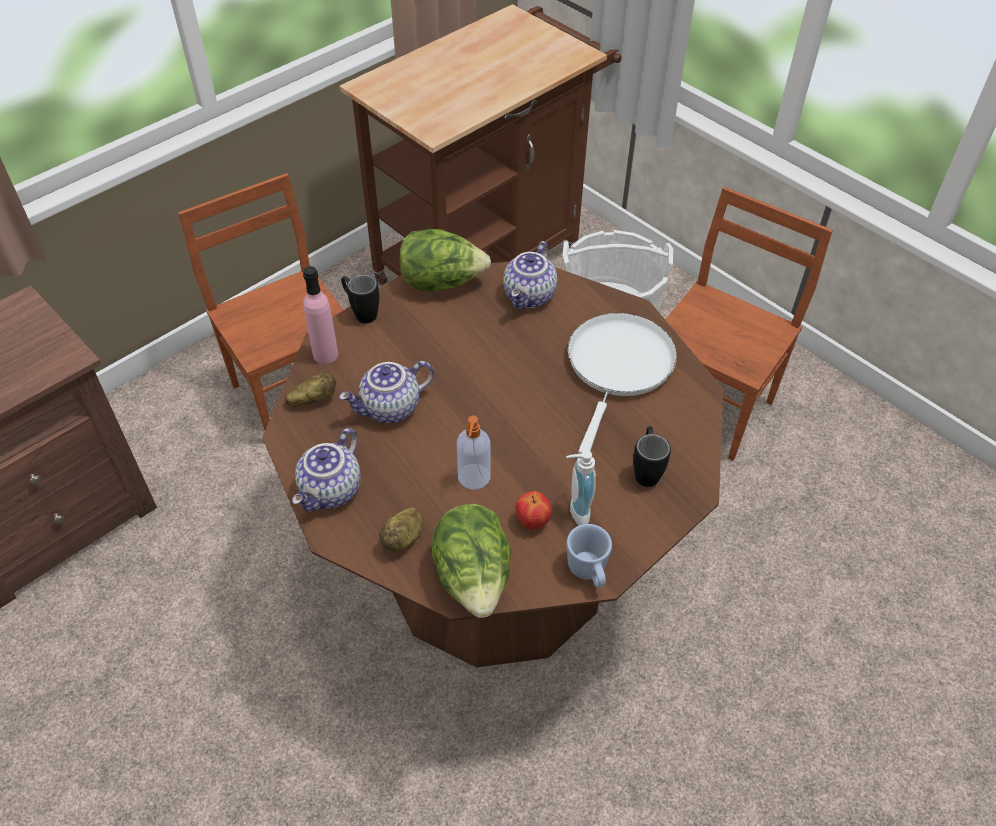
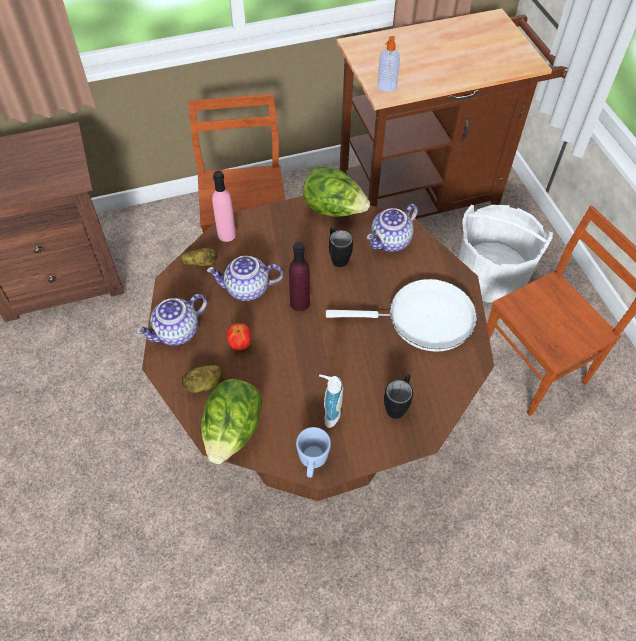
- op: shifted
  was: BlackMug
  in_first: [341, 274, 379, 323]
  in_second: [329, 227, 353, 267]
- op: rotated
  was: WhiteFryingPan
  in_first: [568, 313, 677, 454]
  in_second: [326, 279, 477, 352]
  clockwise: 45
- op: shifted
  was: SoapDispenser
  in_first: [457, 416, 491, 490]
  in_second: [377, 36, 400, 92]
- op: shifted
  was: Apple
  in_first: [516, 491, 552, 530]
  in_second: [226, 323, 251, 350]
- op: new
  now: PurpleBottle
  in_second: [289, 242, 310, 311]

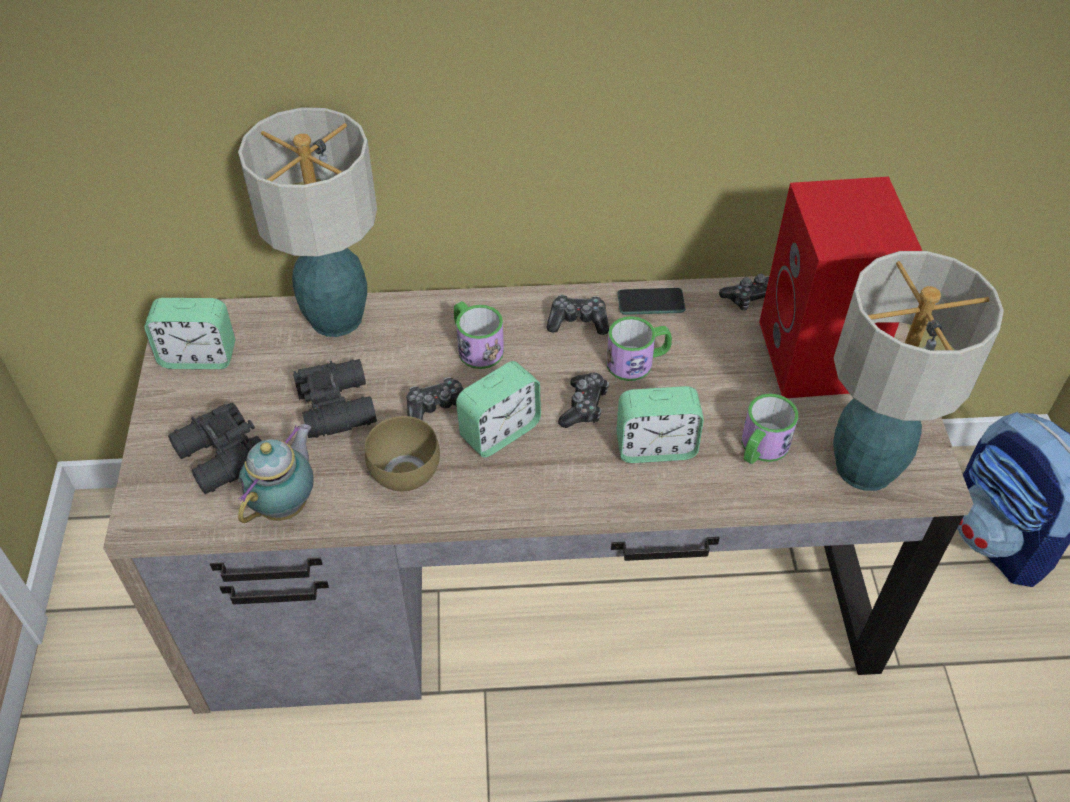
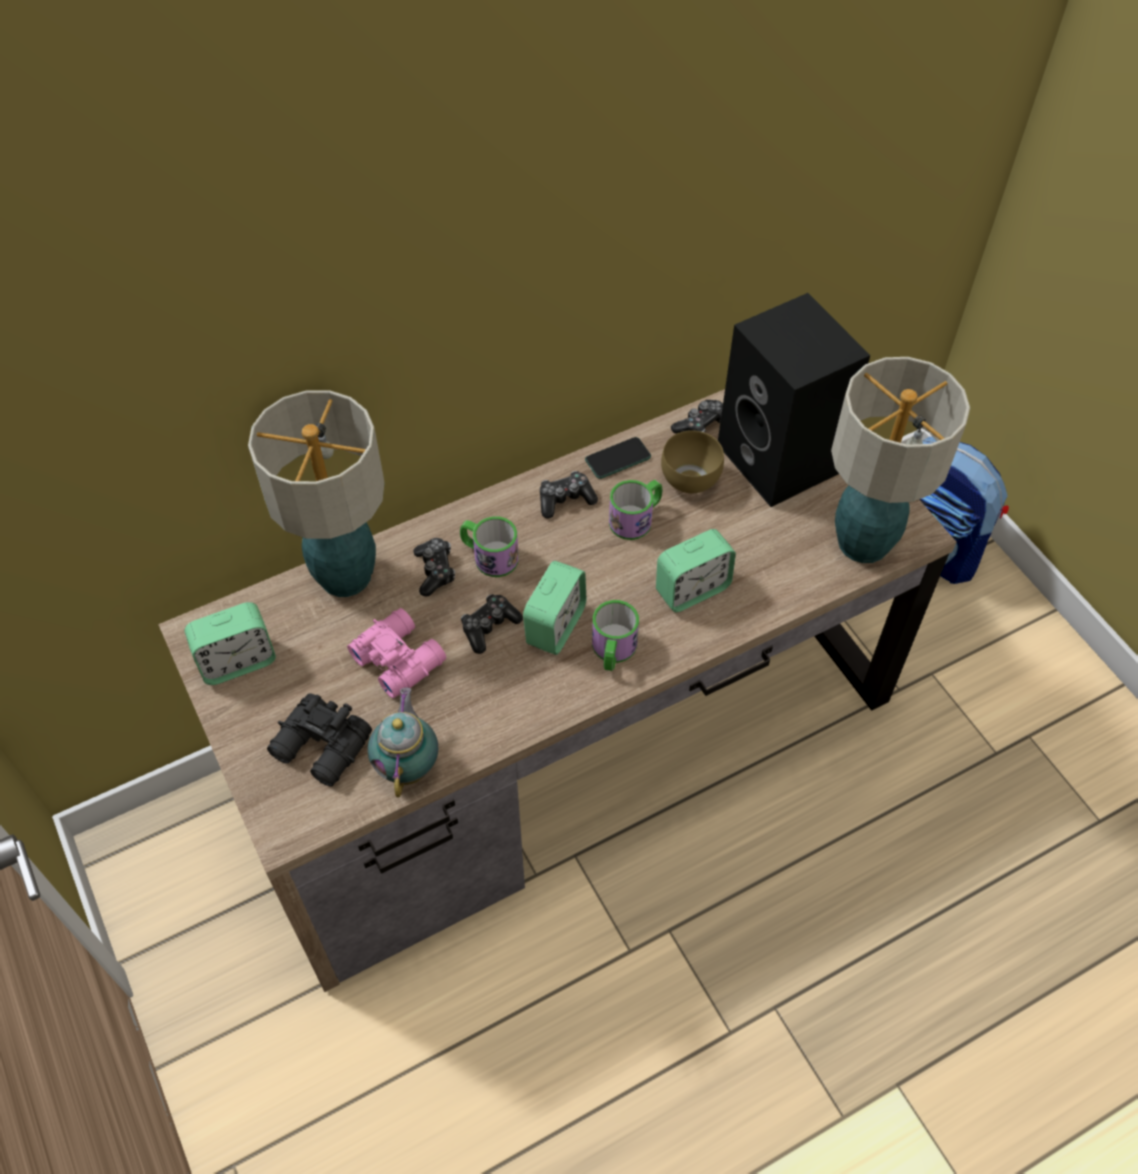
- op: repainted
  was: RedSpeaker
  now: BlackSpeaker
  in_first: [759, 177, 922, 398]
  in_second: [718, 293, 870, 507]
- op: repainted
  was: BlackBinoculars
  now: PinkBinoculars
  in_first: [293, 359, 377, 438]
  in_second: [347, 608, 446, 698]
- op: shifted
  was: GameController
  in_first: [558, 373, 609, 428]
  in_second: [413, 538, 455, 596]
- op: shifted
  was: Mug
  in_first: [742, 393, 798, 464]
  in_second: [592, 600, 639, 671]
- op: shifted
  was: BrownBowl
  in_first: [365, 416, 440, 491]
  in_second: [661, 430, 724, 493]

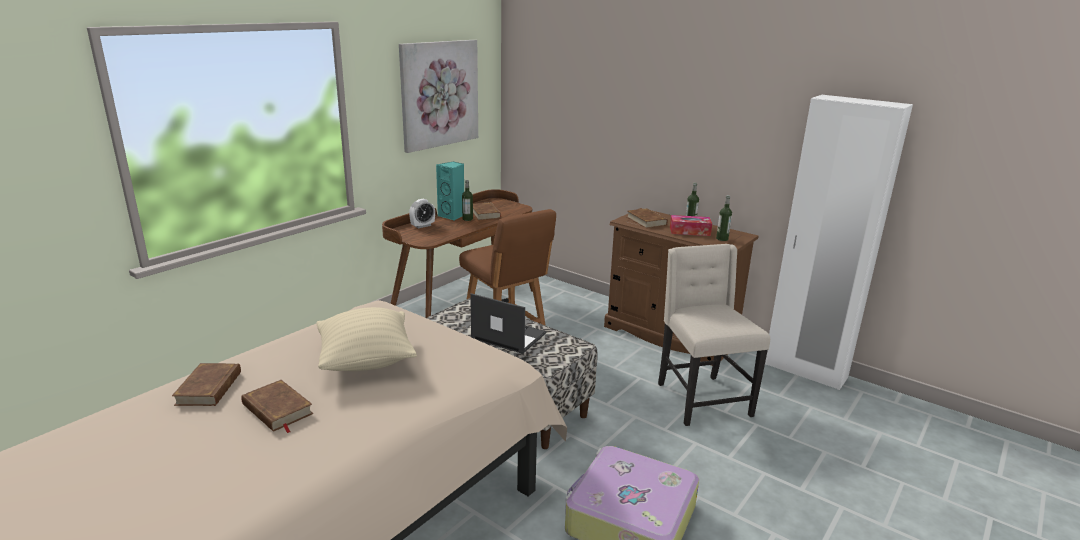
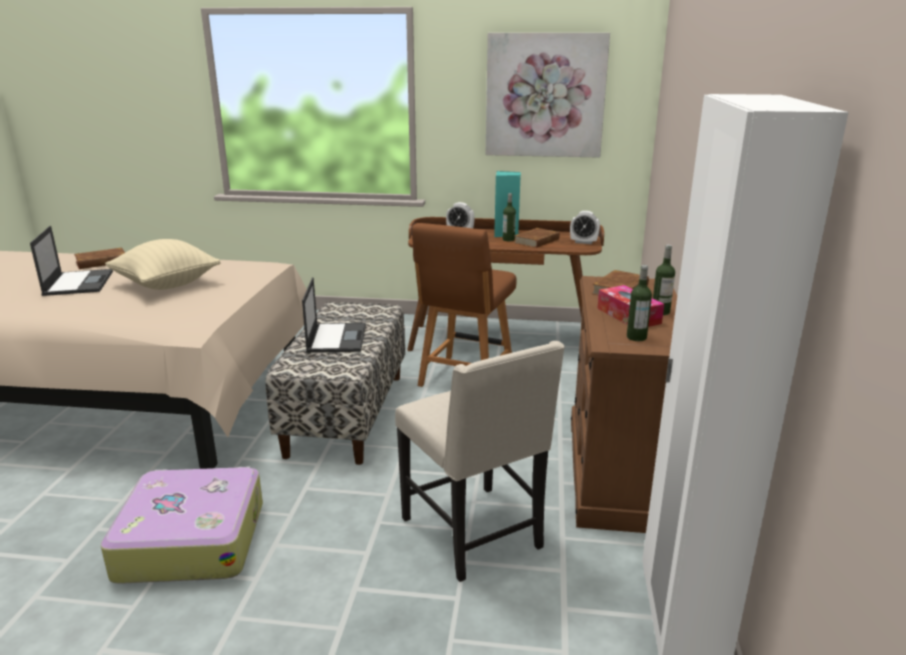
- op: rotated
  was: BeigeChair
  in_first: [658, 244, 770, 426]
  in_second: [395, 341, 565, 582]
  clockwise: 105
- op: swapped
  was: BrownBook
  now: Laptop
  in_first: [241, 380, 313, 433]
  in_second: [30, 226, 113, 296]
- op: new
  now: AlarmClock
  in_second: [570, 211, 600, 244]

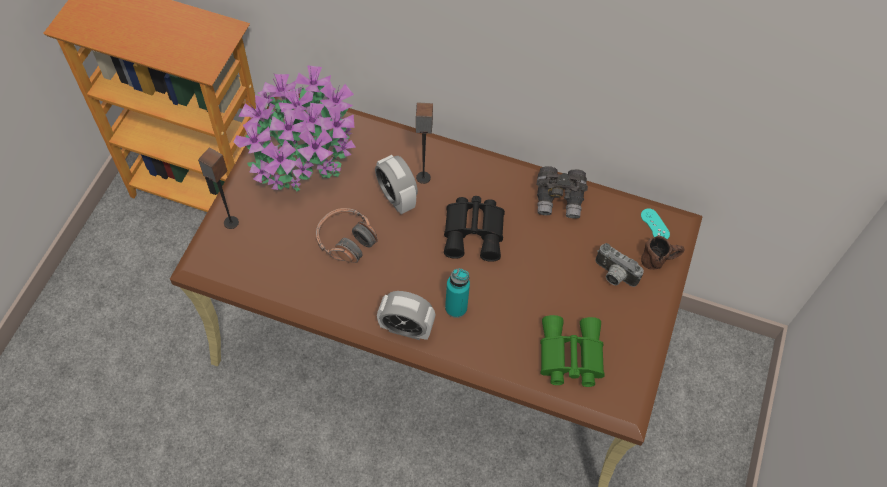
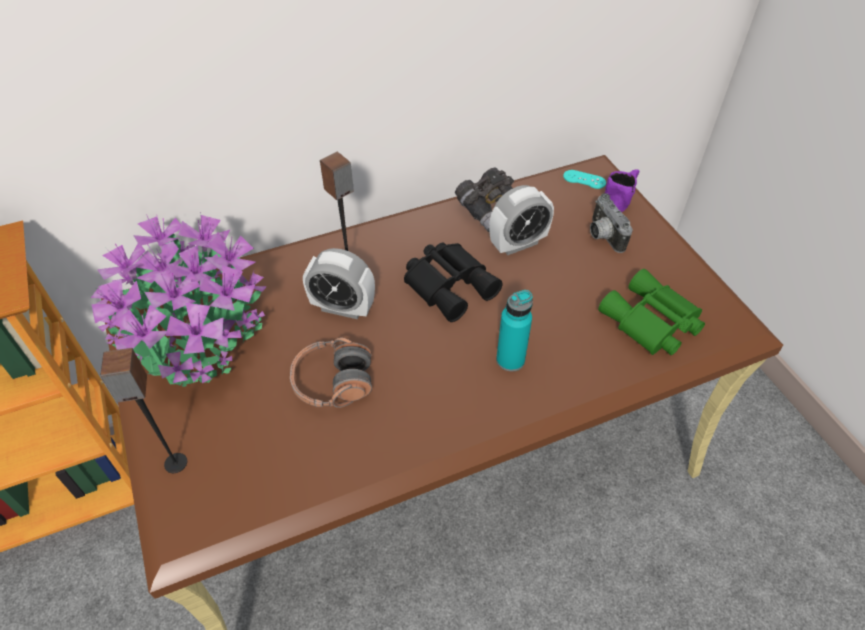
- op: repainted
  was: BrownMug
  now: PurpleMug
  in_first: [641, 236, 684, 270]
  in_second: [605, 169, 639, 212]
- op: rotated
  was: PhotoCamera
  in_first: [596, 243, 644, 287]
  in_second: [590, 193, 633, 253]
  clockwise: 75
- op: shifted
  was: AlarmClock
  in_first: [377, 291, 435, 340]
  in_second: [489, 185, 554, 255]

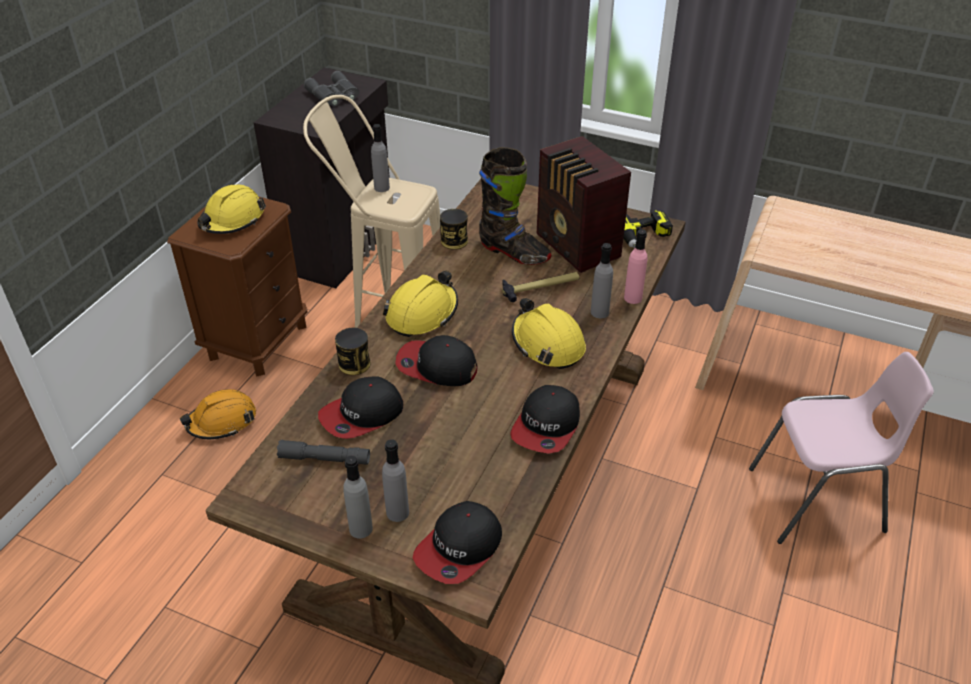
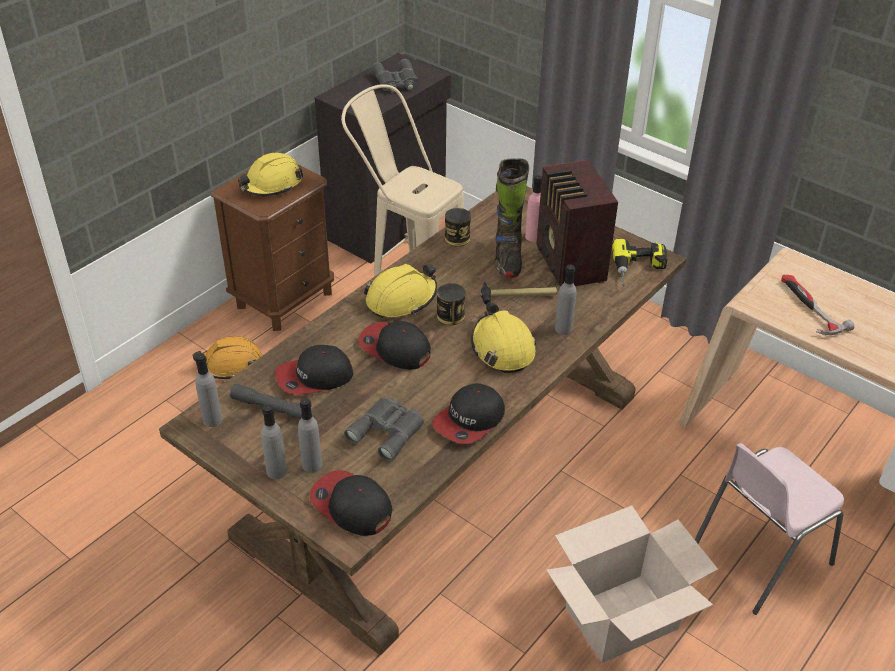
- op: shifted
  was: GreyBottle
  in_first: [371, 124, 390, 192]
  in_second: [195, 354, 222, 427]
- op: rotated
  was: BlackBoot
  in_first: [479, 147, 552, 265]
  in_second: [495, 158, 529, 278]
  clockwise: 45
- op: shifted
  was: PinkBottle
  in_first: [624, 229, 647, 304]
  in_second: [525, 175, 542, 242]
- op: shifted
  was: Can
  in_first: [335, 328, 371, 375]
  in_second: [437, 283, 466, 325]
- op: rotated
  was: PinkChair
  in_first: [749, 352, 934, 544]
  in_second: [695, 443, 844, 615]
  clockwise: 135
- op: rotated
  was: Cap
  in_first: [413, 501, 502, 584]
  in_second: [310, 470, 392, 536]
  clockwise: 75
- op: new
  now: Hammer
  in_second: [781, 275, 854, 335]
- op: new
  now: GreyBinoculars
  in_second: [344, 398, 424, 462]
- op: new
  now: CardboardBox
  in_second: [546, 506, 718, 663]

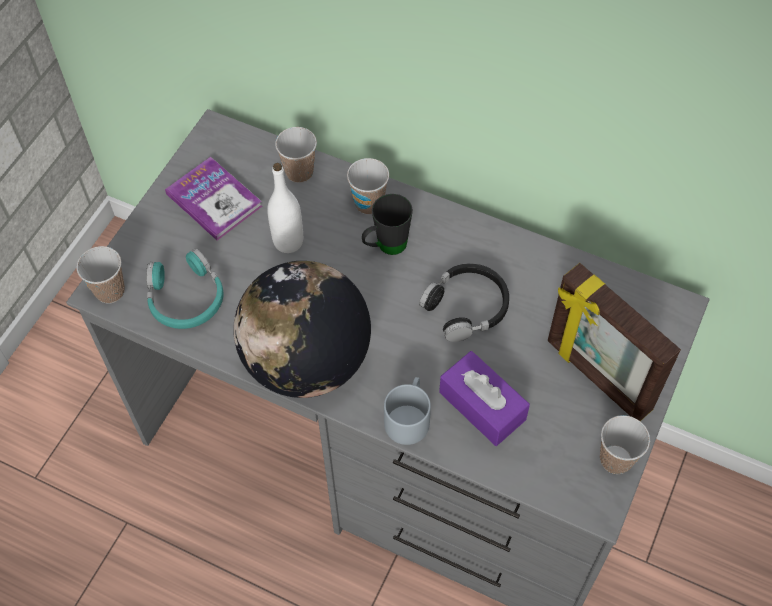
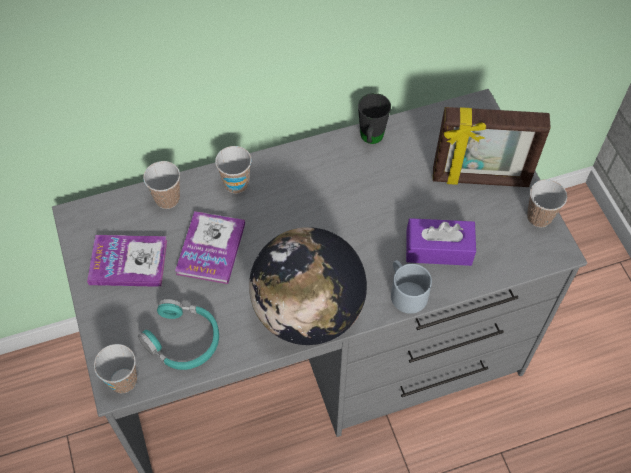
- op: swapped
  was: WhiteBottle
  now: Book
  in_first: [267, 163, 303, 253]
  in_second: [175, 211, 245, 284]
- op: shifted
  was: BlackMug
  in_first: [362, 194, 413, 255]
  in_second: [358, 93, 391, 144]
- op: gone
  was: BlackHeadphones
  in_first: [419, 263, 509, 342]

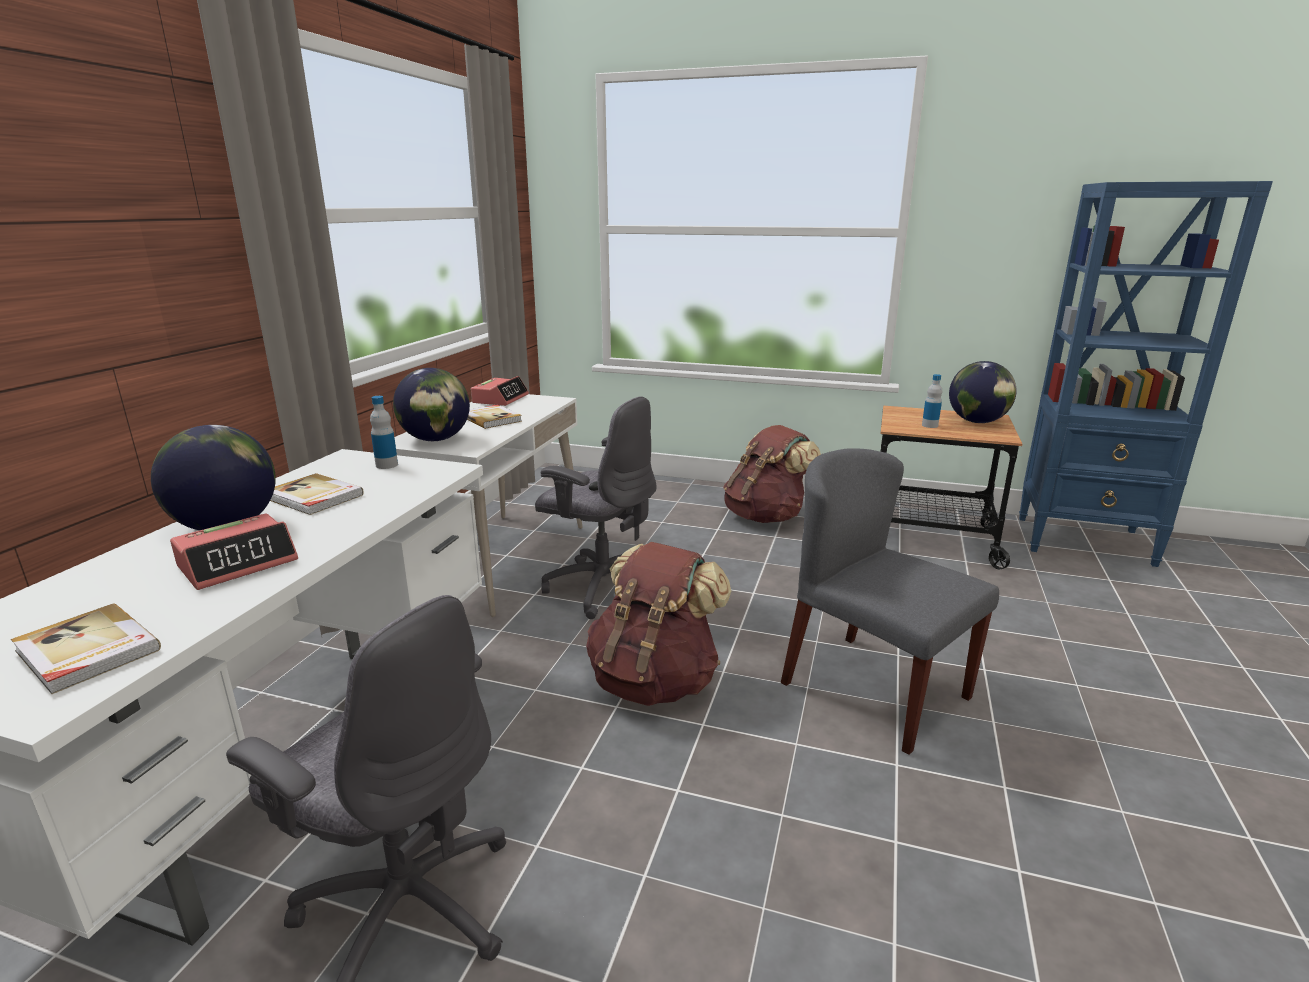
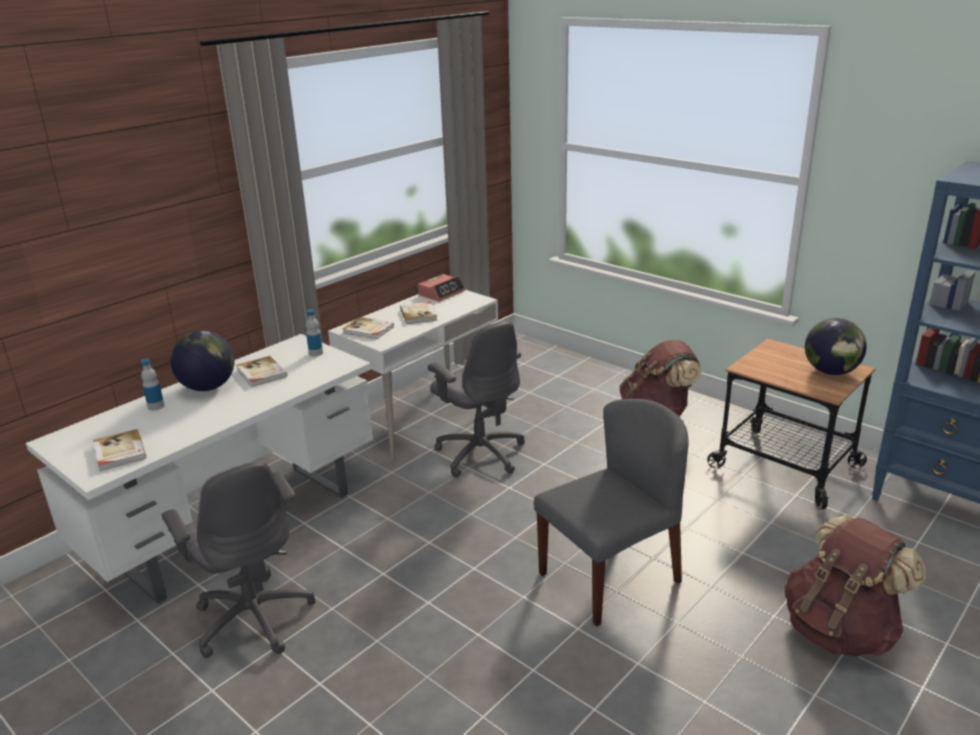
- op: swapped
  was: Globe
  now: Book
  in_first: [393, 368, 470, 441]
  in_second: [342, 317, 394, 339]
- op: shifted
  was: Bottle
  in_first: [922, 374, 942, 428]
  in_second: [141, 358, 164, 410]
- op: rotated
  was: GreyChair
  in_first: [781, 448, 999, 755]
  in_second: [534, 399, 689, 626]
  clockwise: 75
- op: gone
  was: AlarmClock
  in_first: [170, 513, 298, 590]
- op: shifted
  was: BrownBackpack
  in_first: [586, 542, 731, 706]
  in_second: [784, 515, 926, 657]

